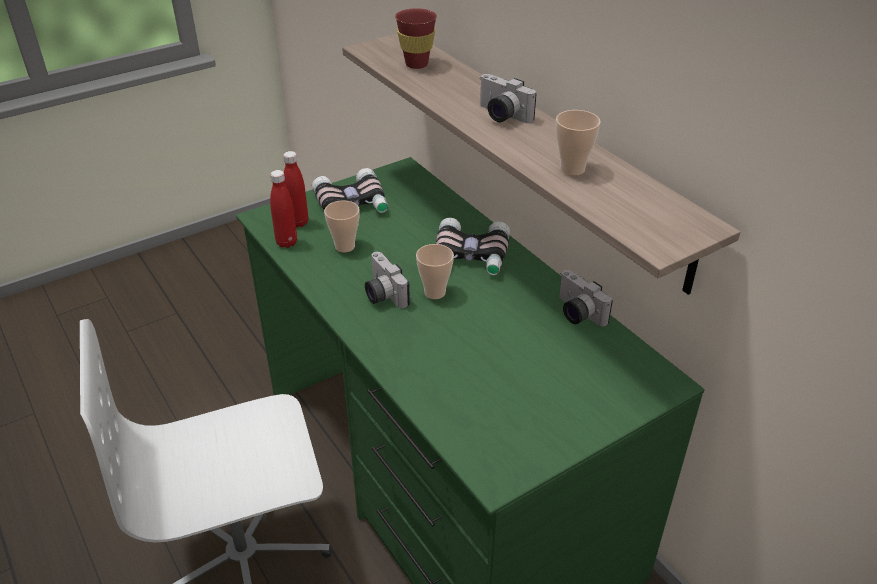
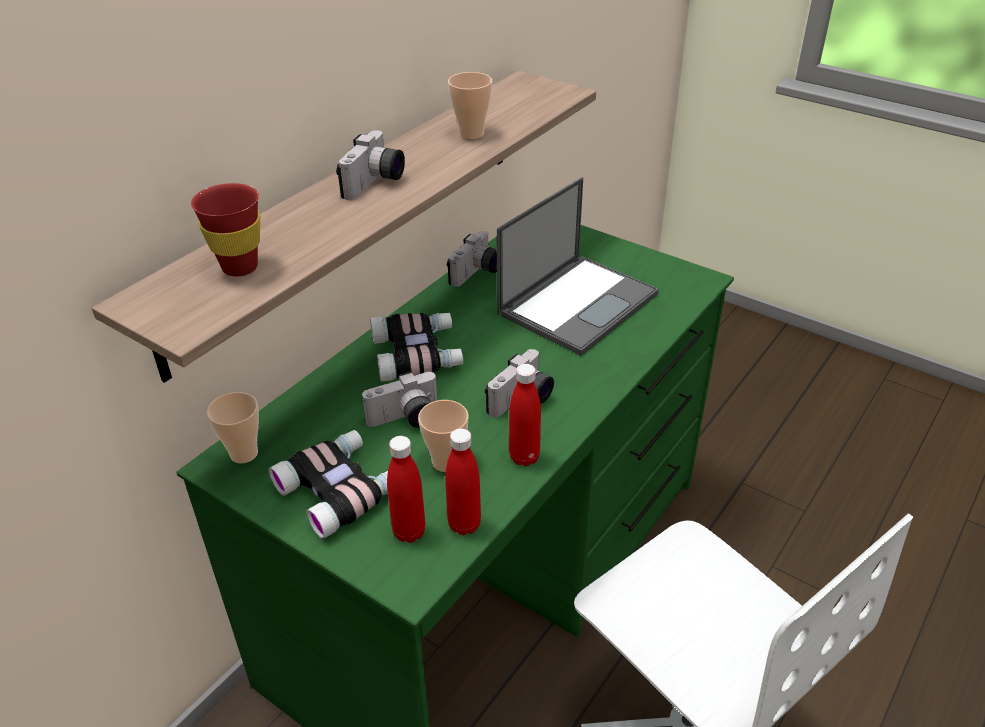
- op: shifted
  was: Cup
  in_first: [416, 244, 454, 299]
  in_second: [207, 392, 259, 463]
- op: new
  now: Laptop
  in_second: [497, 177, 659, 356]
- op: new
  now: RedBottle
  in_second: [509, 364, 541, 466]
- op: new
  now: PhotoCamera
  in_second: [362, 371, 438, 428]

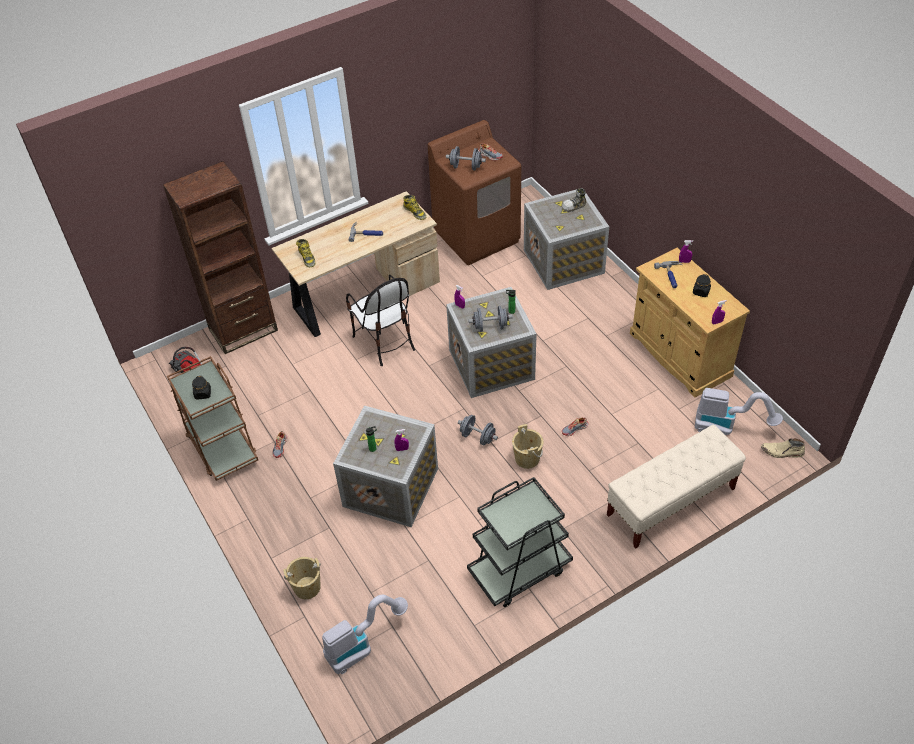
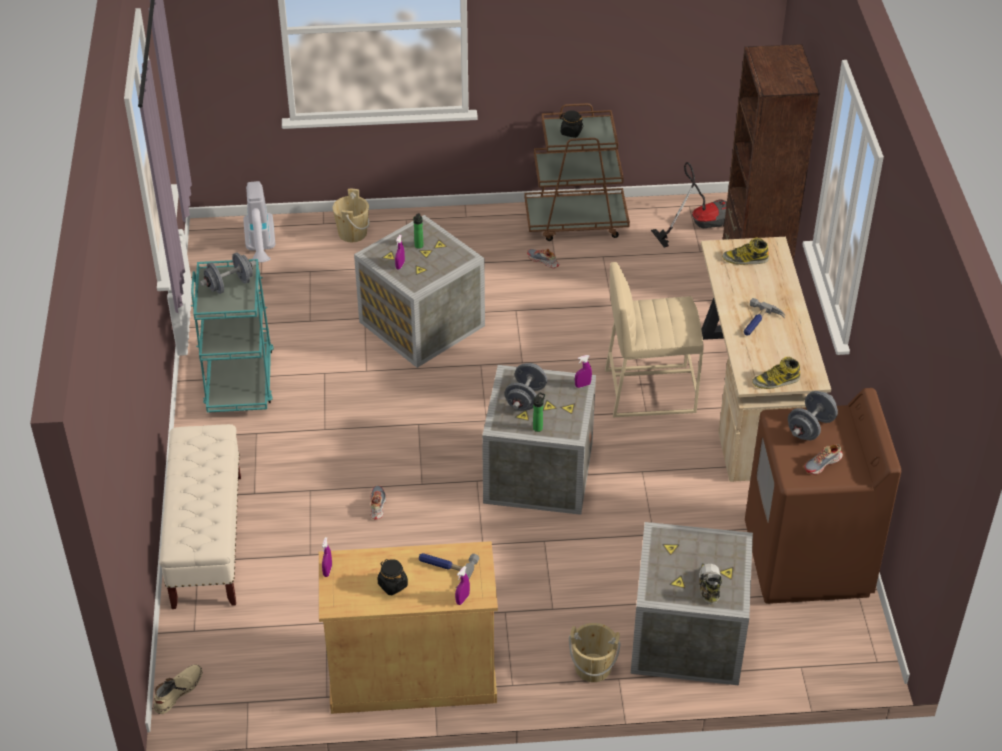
- op: swapped
  was: Chair
  now: BeigeStool
  in_first: [346, 275, 415, 366]
  in_second: [605, 262, 704, 417]
- op: gone
  was: VacuumCleaner
  in_first: [695, 388, 783, 435]
- op: shifted
  was: GreyDumbbell
  in_first: [458, 415, 498, 445]
  in_second: [200, 253, 256, 294]
- op: shifted
  was: BeigeBucket
  in_first: [512, 424, 544, 469]
  in_second: [569, 623, 621, 682]
- op: repainted
  was: BlackCart
  now: TurquoiseCart
  in_first: [467, 477, 573, 607]
  in_second: [191, 259, 274, 413]

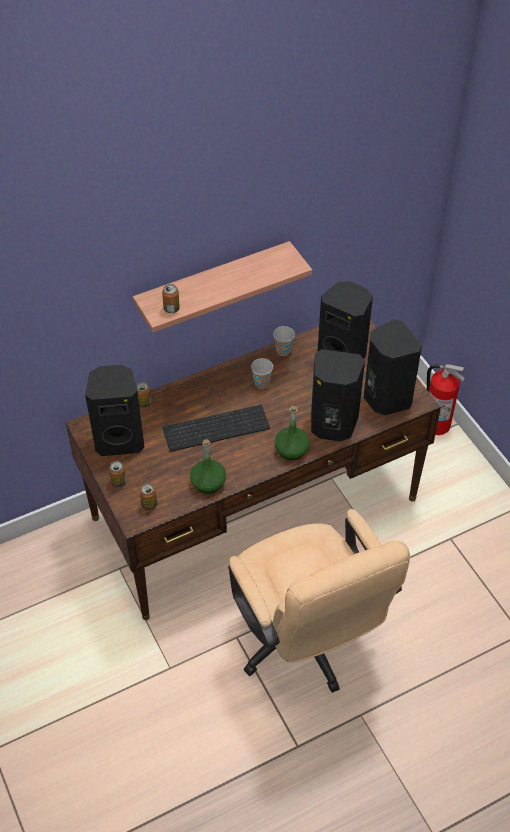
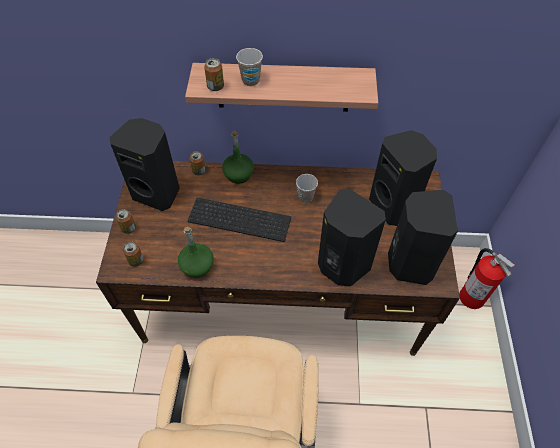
- op: shifted
  was: Cup
  in_first: [273, 326, 295, 356]
  in_second: [236, 48, 263, 86]
- op: shifted
  was: GreenBottle
  in_first: [275, 406, 310, 460]
  in_second: [222, 131, 254, 184]

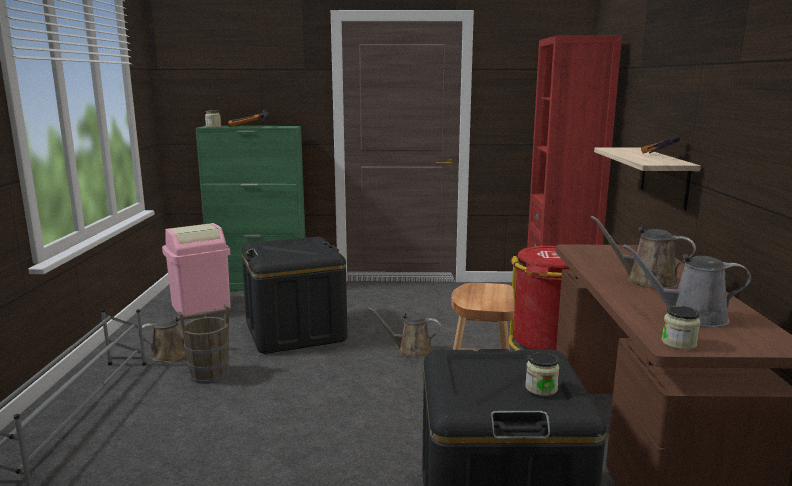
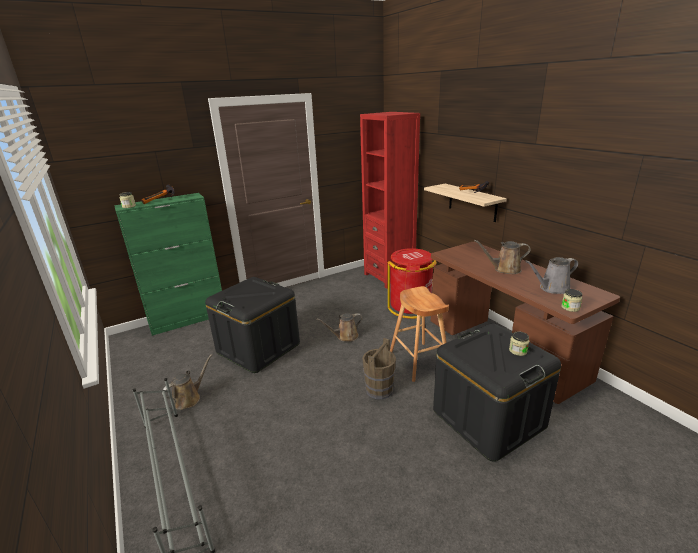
- op: gone
  was: PinkTrashCan
  in_first: [162, 223, 231, 315]
- op: shifted
  was: BrownBucket
  in_first: [177, 304, 230, 384]
  in_second: [362, 338, 396, 399]

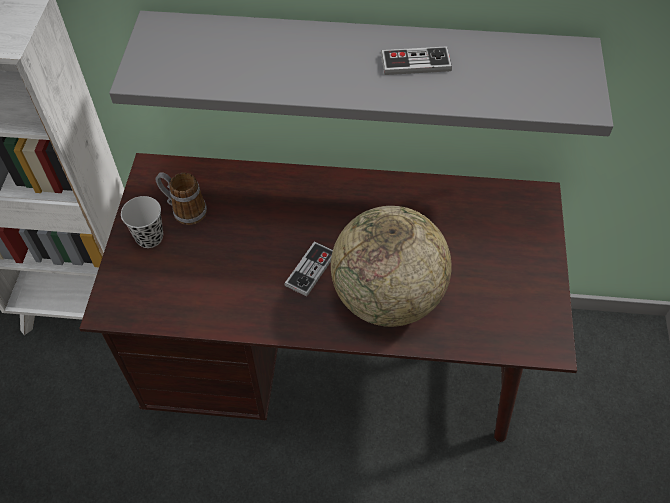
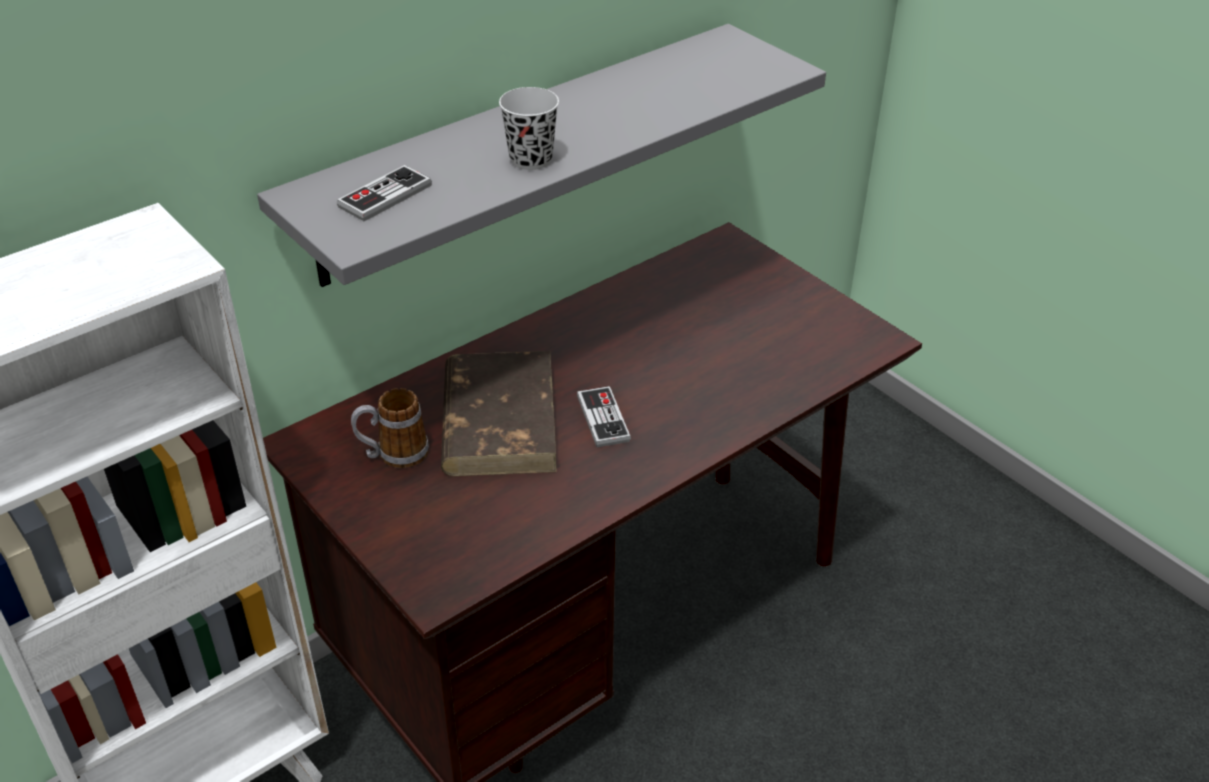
- op: shifted
  was: GameController
  in_first: [381, 46, 452, 75]
  in_second: [337, 165, 432, 221]
- op: shifted
  was: BlackCup
  in_first: [121, 196, 163, 248]
  in_second: [499, 87, 559, 170]
- op: gone
  was: Globe
  in_first: [331, 206, 452, 327]
- op: new
  now: BrownBook
  in_second: [441, 351, 557, 476]

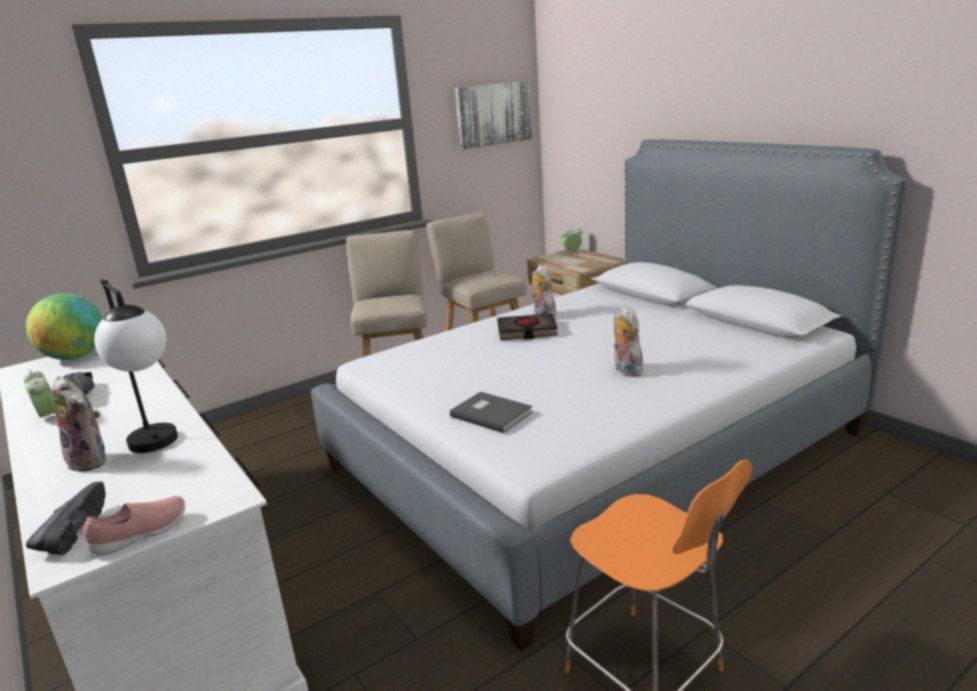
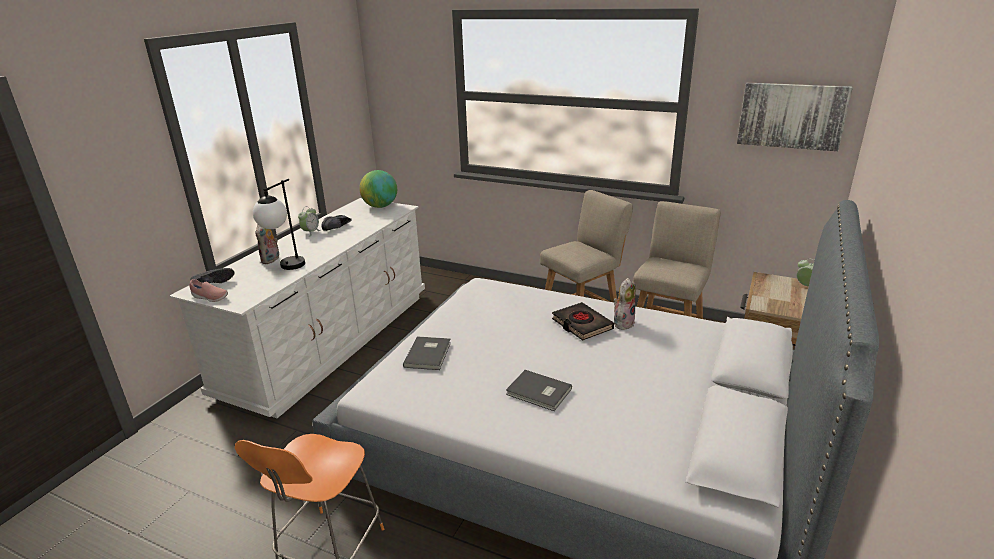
- op: swapped
  was: PlushToy
  now: GreyBook
  in_first: [613, 307, 646, 377]
  in_second: [506, 370, 572, 411]

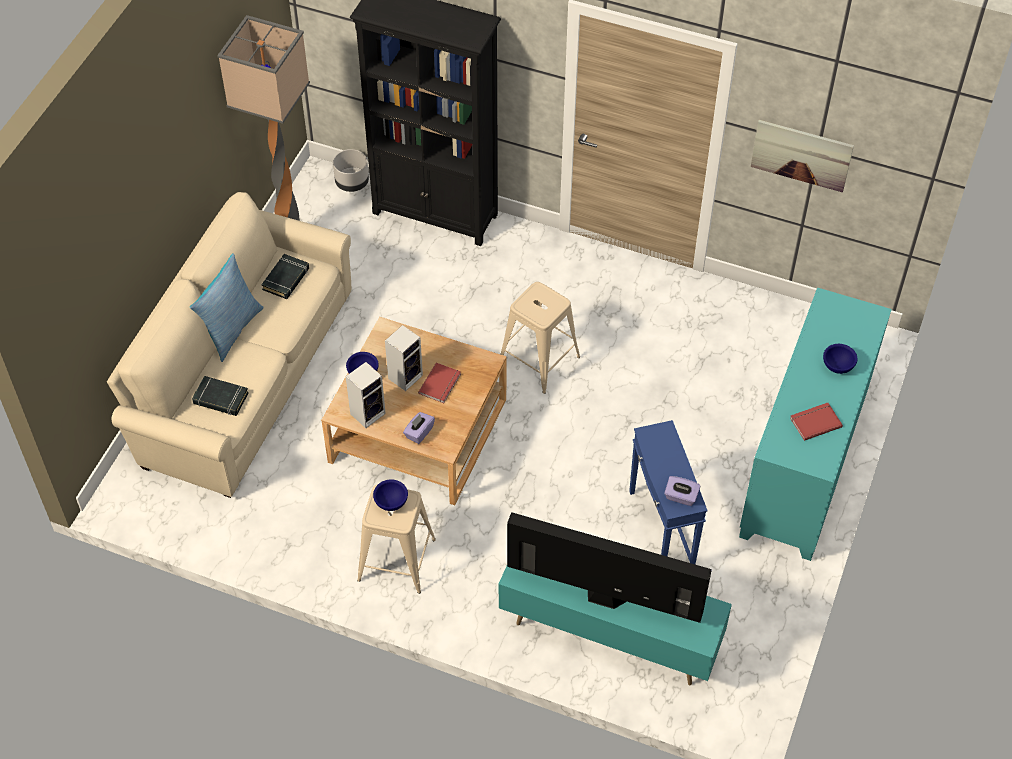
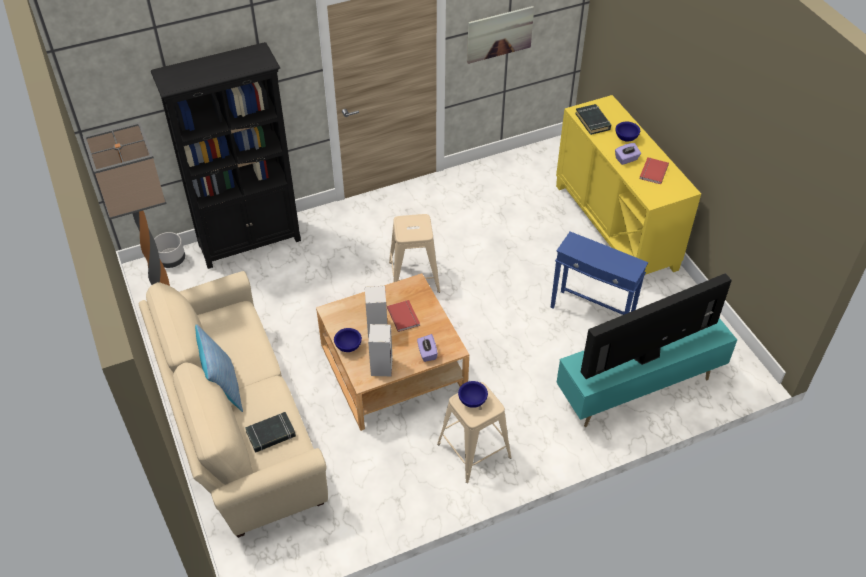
- op: shifted
  was: BlackBook
  in_first: [261, 254, 309, 299]
  in_second: [575, 104, 611, 135]
- op: repainted
  was: TurquoiseCabinet
  now: YellowCabinet
  in_first: [739, 287, 892, 561]
  in_second: [556, 95, 701, 275]
- op: shifted
  was: PurpleTissueBox
  in_first: [664, 476, 701, 506]
  in_second: [615, 143, 641, 165]

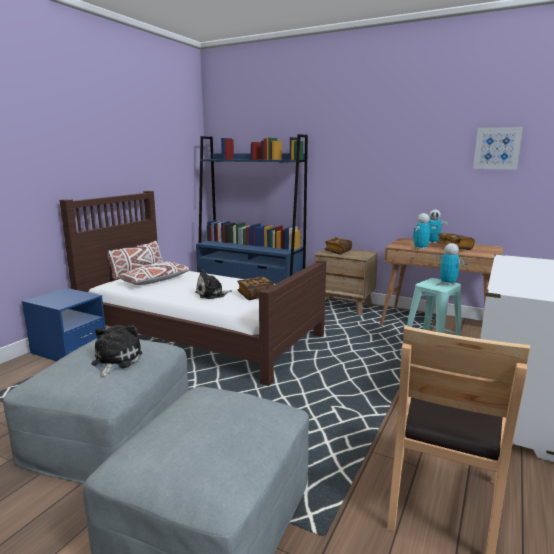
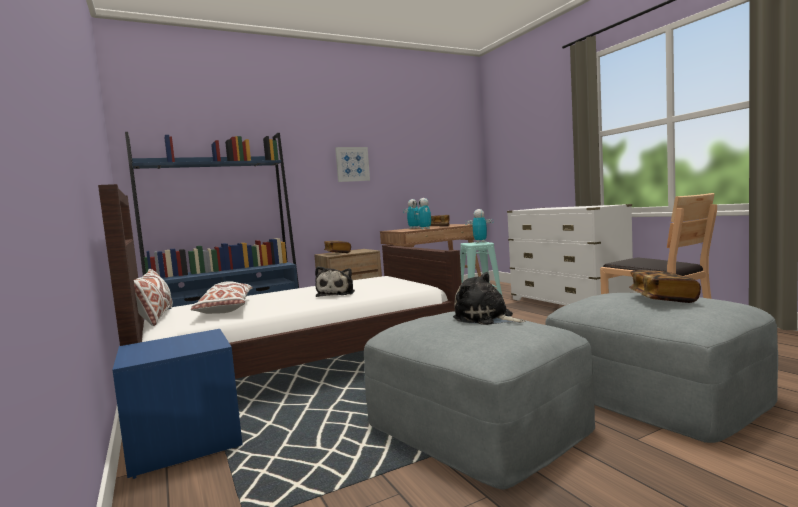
- op: shifted
  was: Picture
  in_first: [473, 127, 523, 170]
  in_second: [335, 147, 370, 182]
- op: shifted
  was: Book
  in_first: [237, 276, 275, 300]
  in_second: [629, 270, 701, 303]

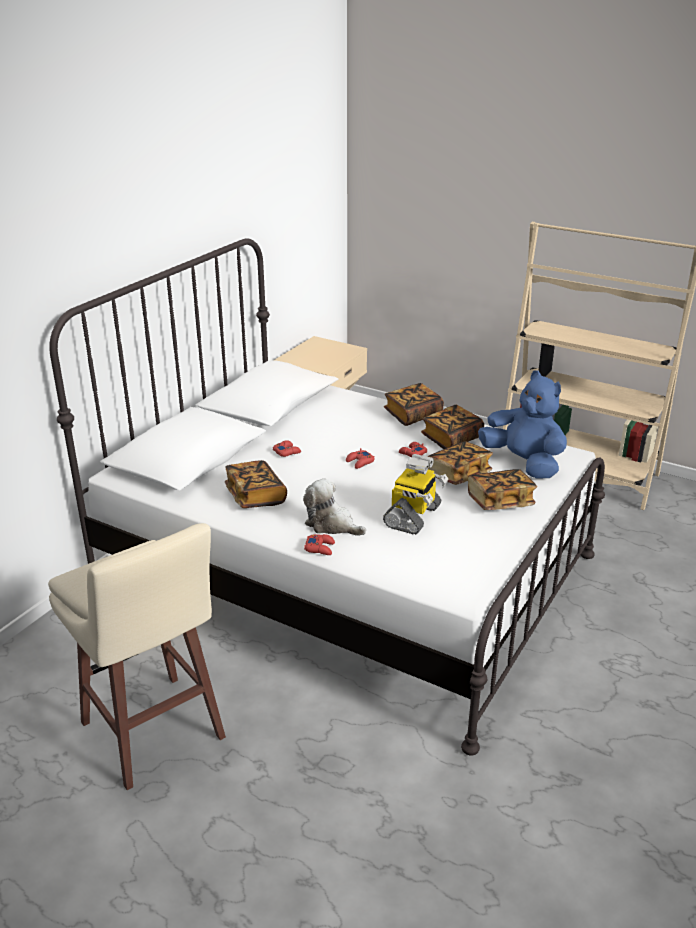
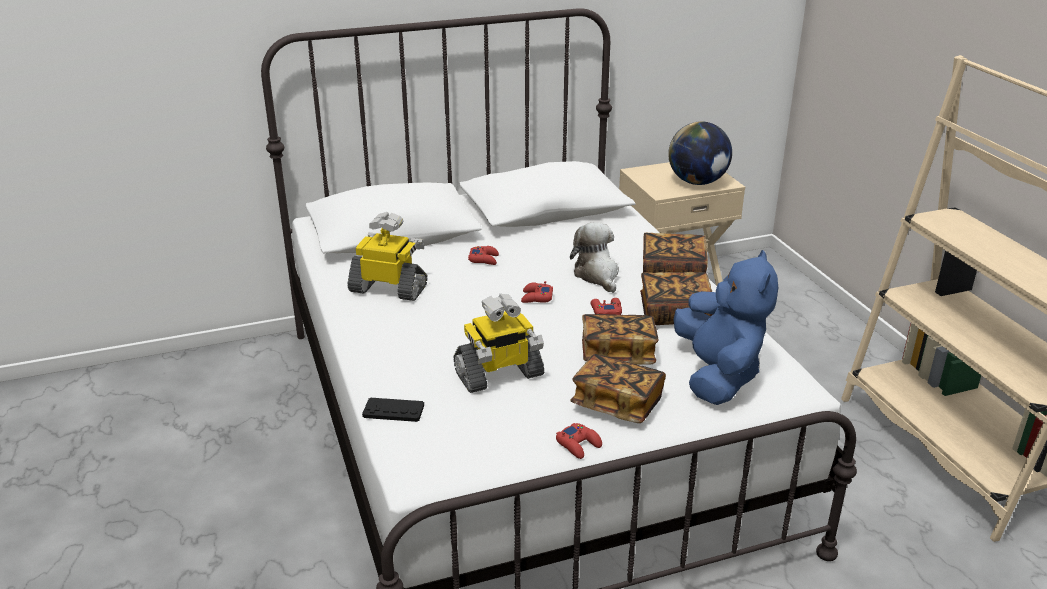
- op: swapped
  was: Book
  now: ToyRobot
  in_first: [225, 460, 287, 508]
  in_second: [348, 212, 427, 301]
- op: shifted
  was: PlushToy
  in_first: [303, 479, 366, 536]
  in_second: [570, 223, 619, 293]
- op: gone
  was: BeigeStool
  in_first: [48, 523, 226, 790]
- op: shifted
  was: RedGameController
  in_first: [304, 534, 335, 555]
  in_second: [556, 423, 602, 459]
- op: new
  now: Globe
  in_second: [668, 121, 732, 185]
- op: new
  now: BlackGameController
  in_second: [362, 398, 424, 422]

